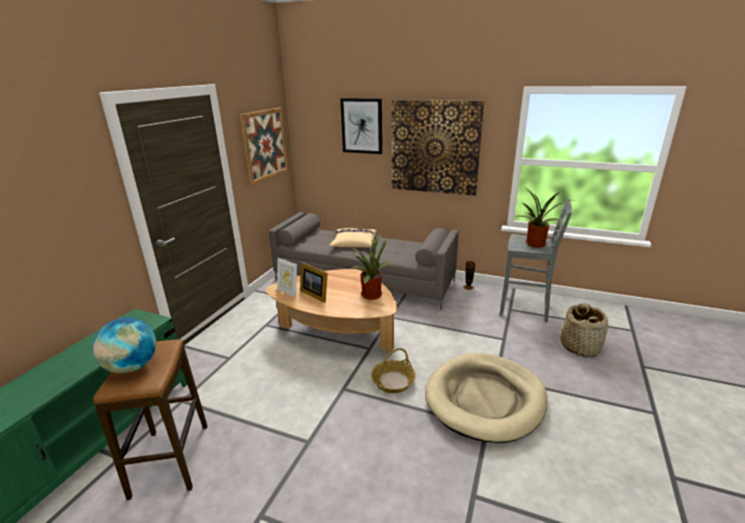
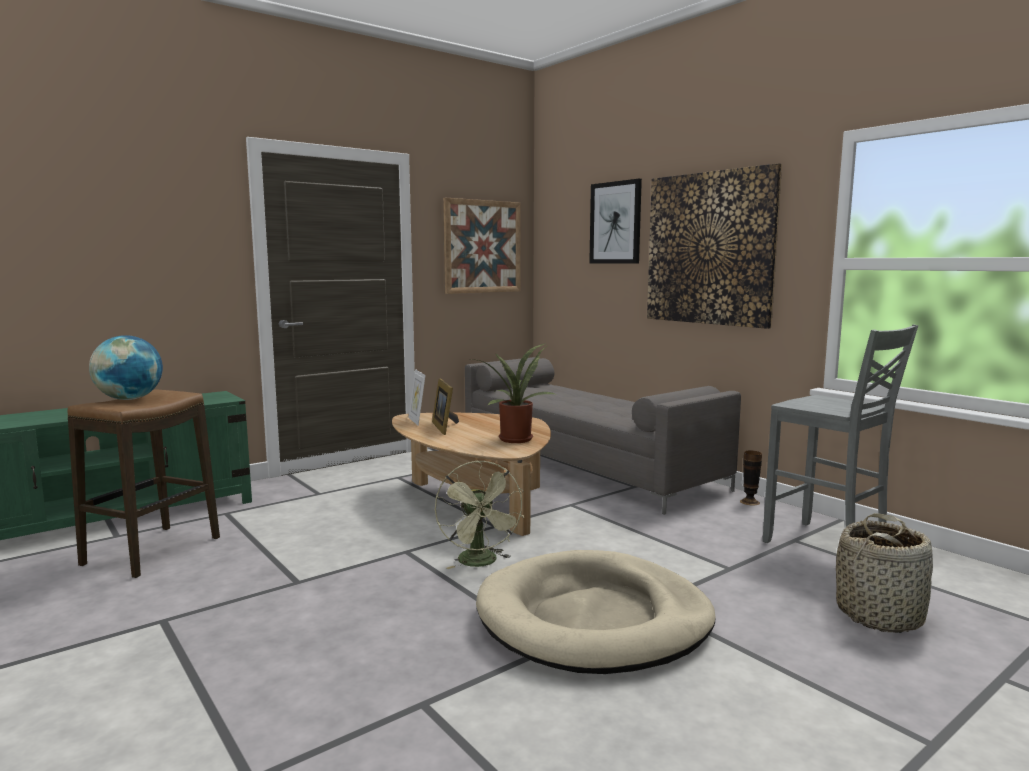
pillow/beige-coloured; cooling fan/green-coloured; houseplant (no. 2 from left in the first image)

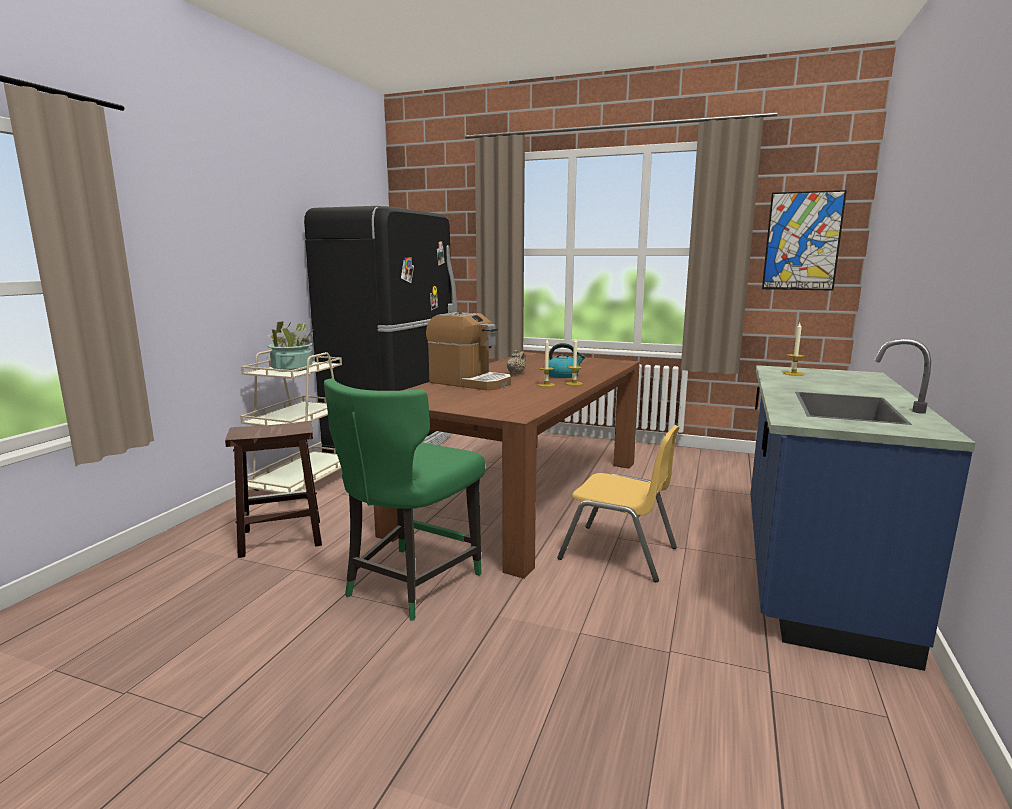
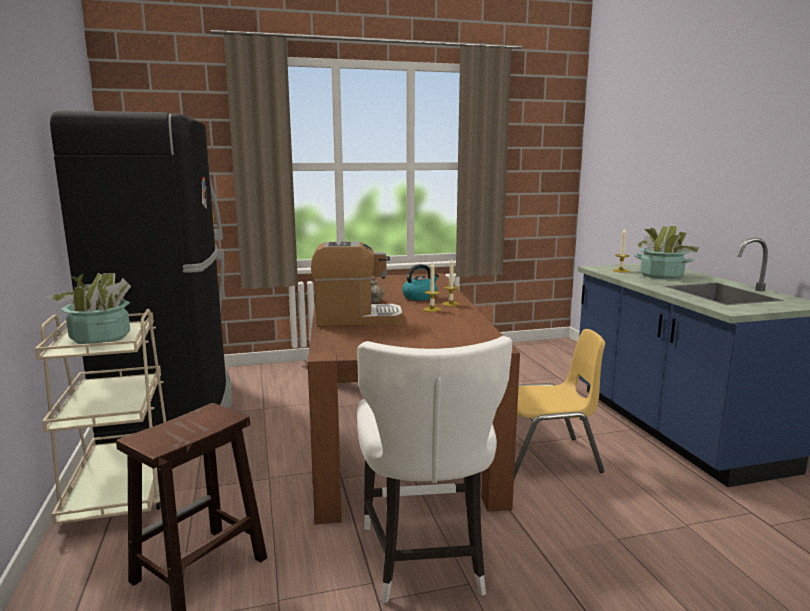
chair/white; wall picture; houseplant (no. 2 from left)

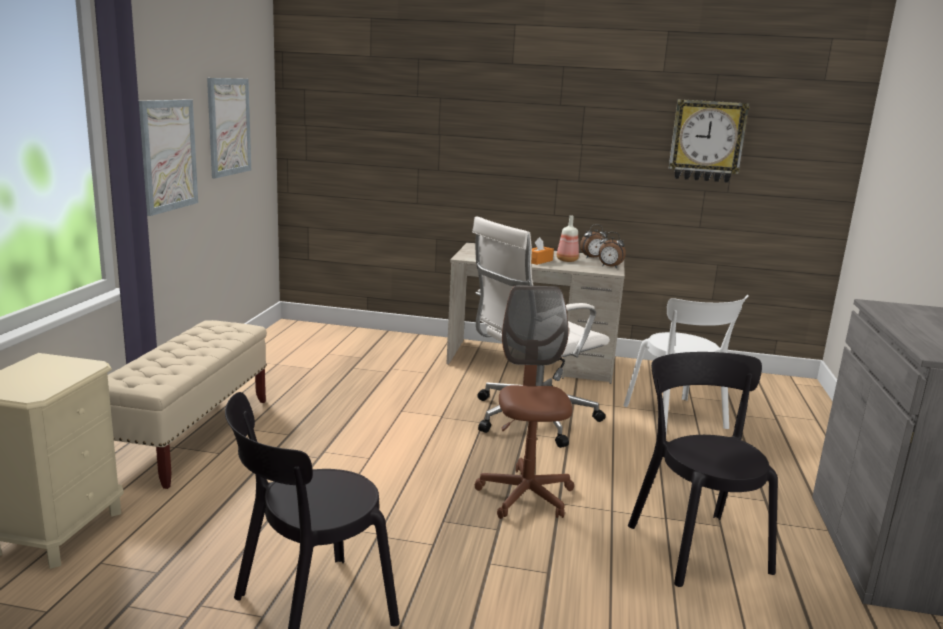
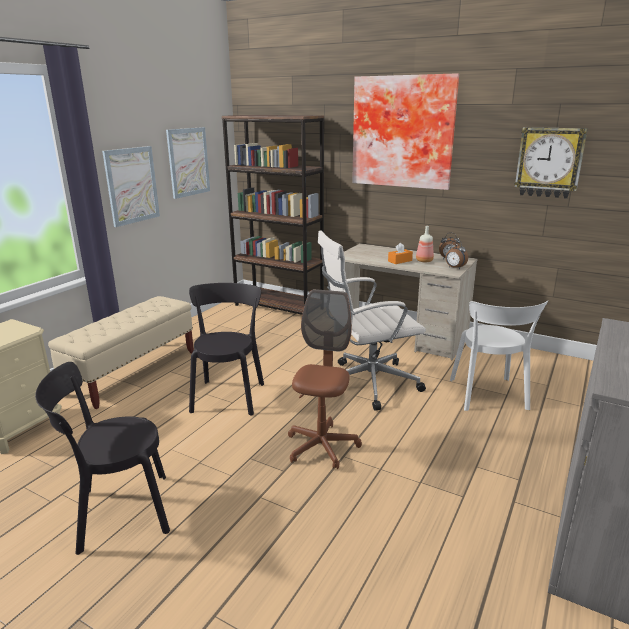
chair/blackish (no. 2 from left); shelving unit/brown-coloured; wall picture (no. 3 from left)

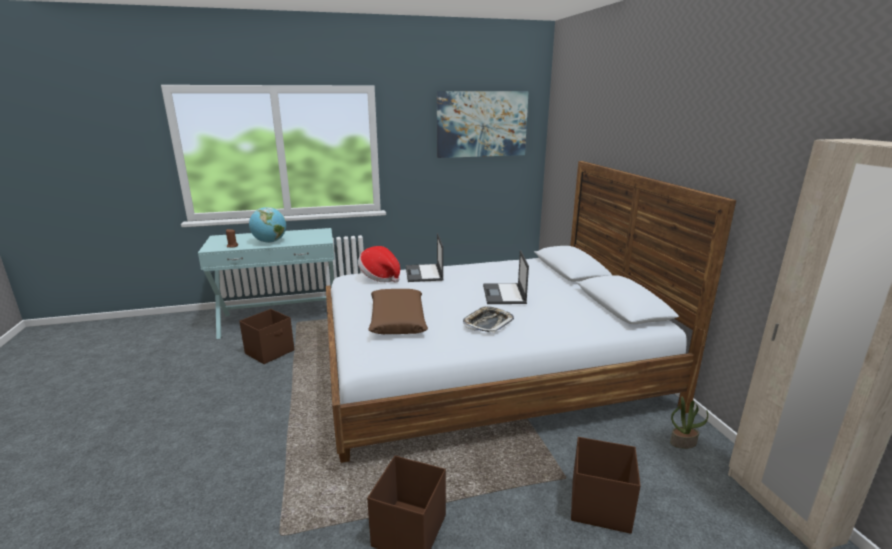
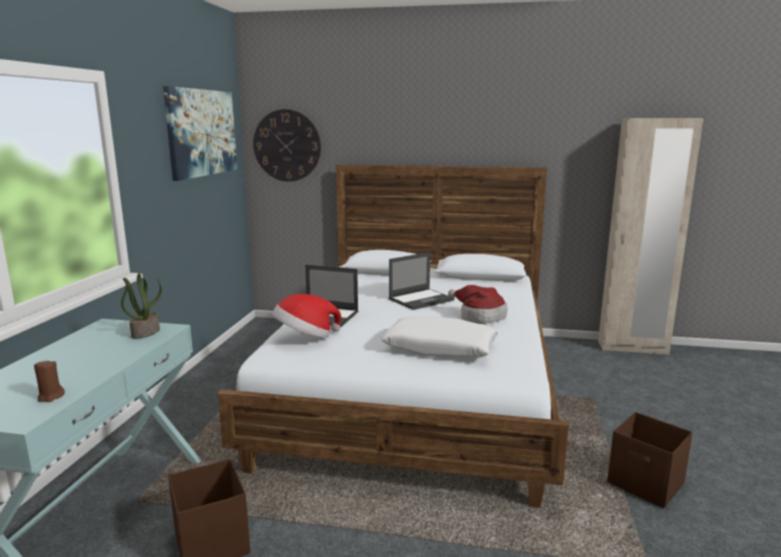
globe; pillow/white; hat (no. 2 from left); notebook computer (no. 2 from left); storage bin/brown-coloured (no. 3 from left in the first image); houseplant; hanging clock

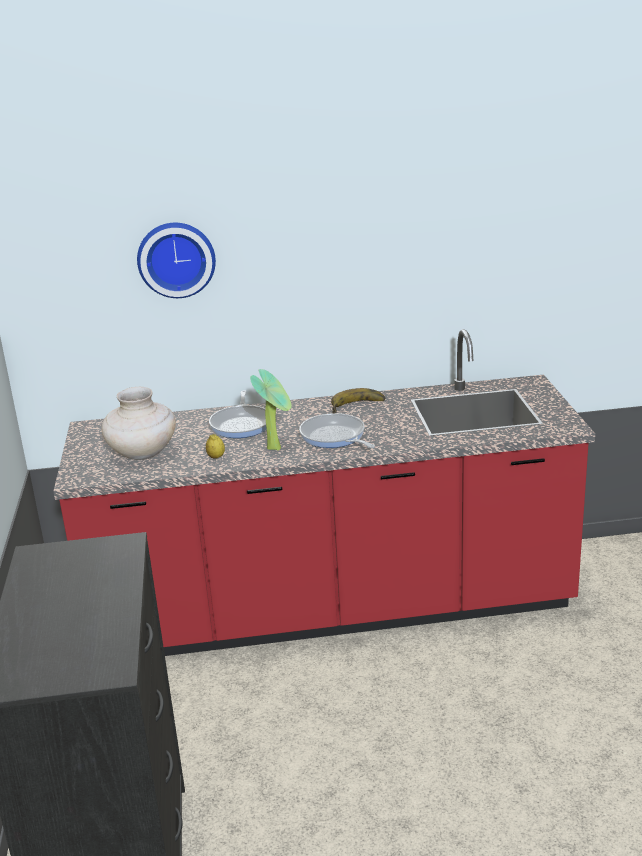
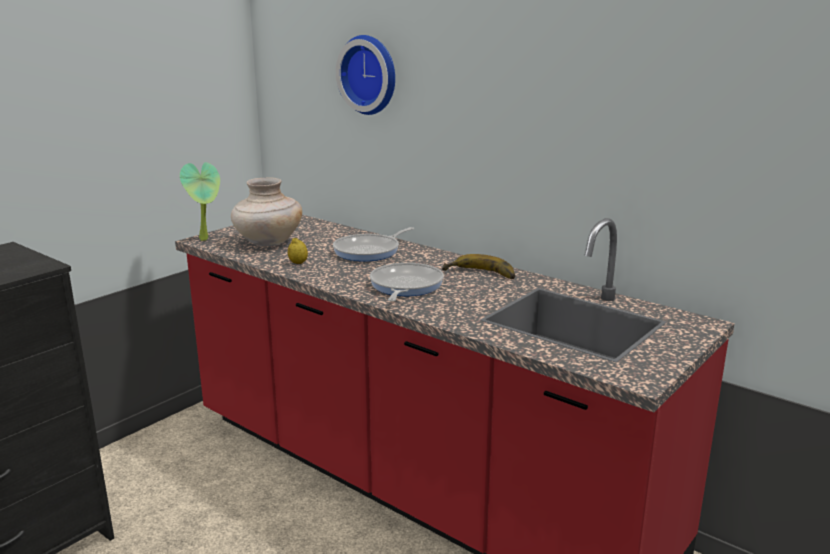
houseplant

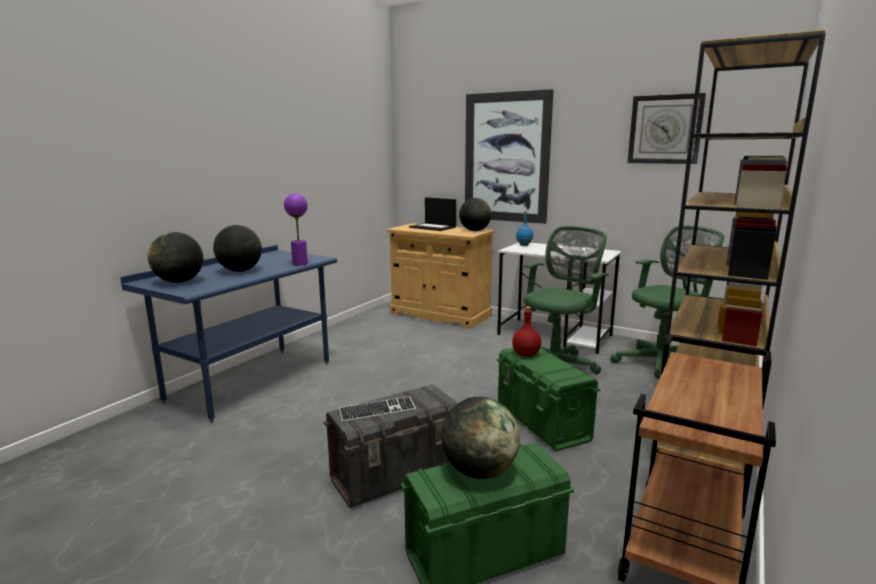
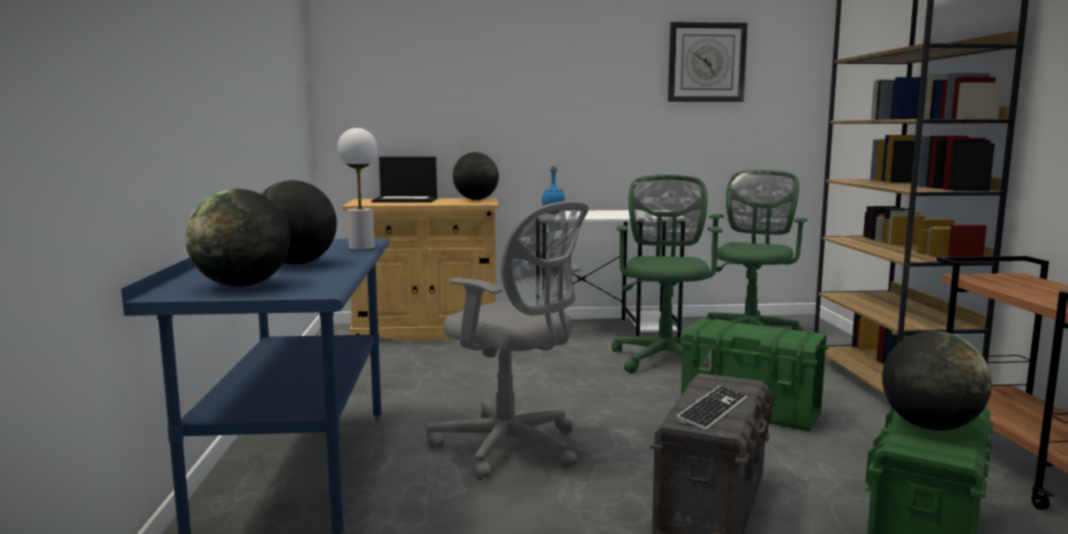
table lamp/white; wall picture; drink bottle/reddish; desk chair/greyish

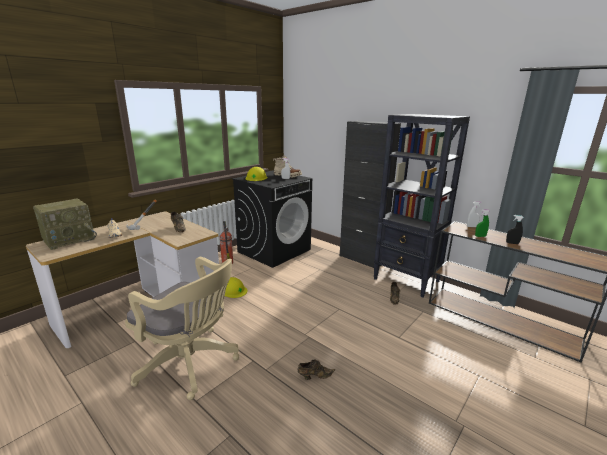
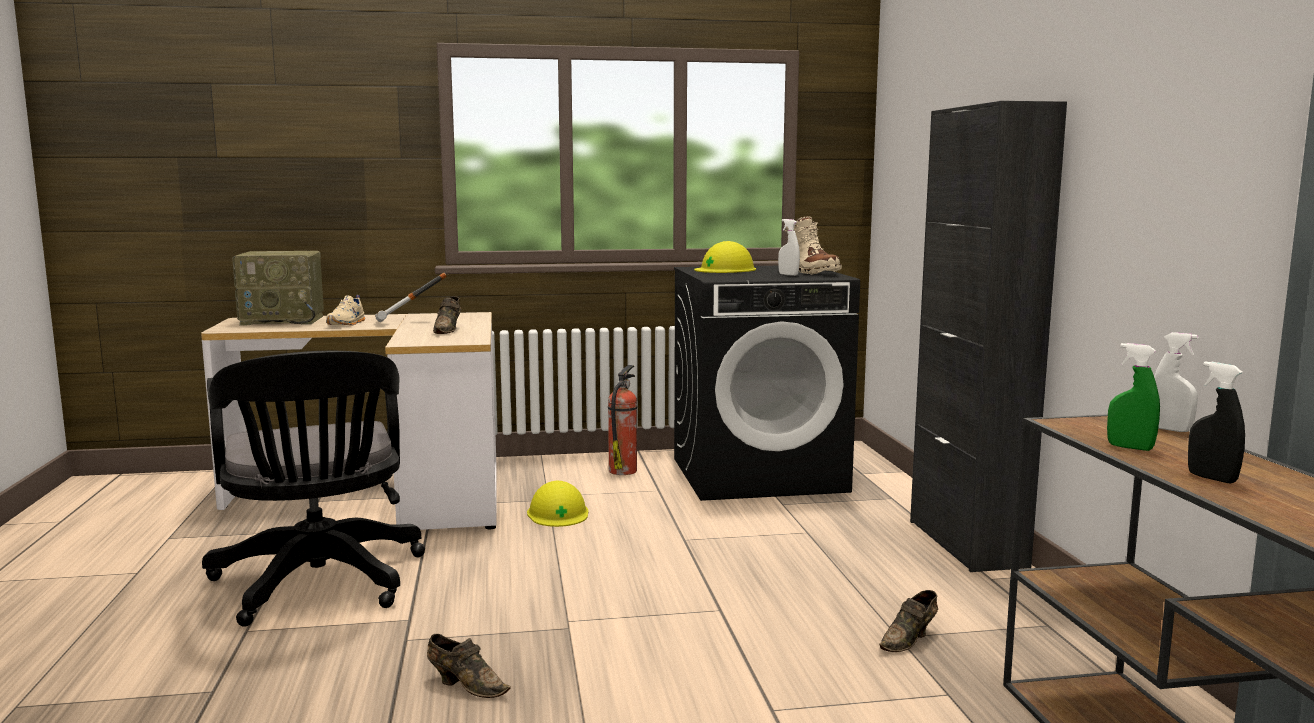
desk chair/blackish; shelving unit/blackish

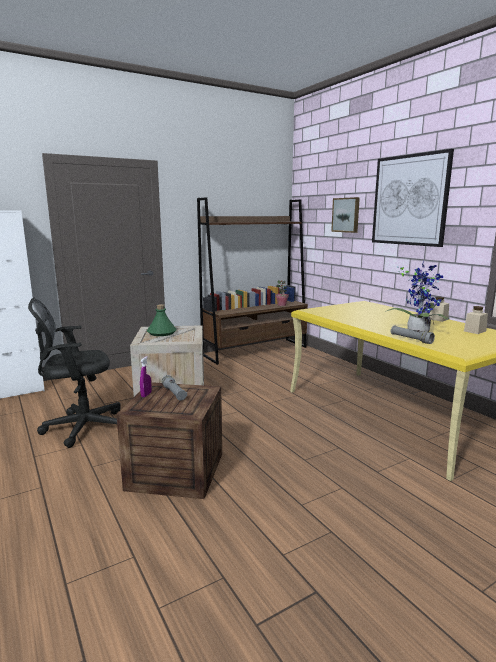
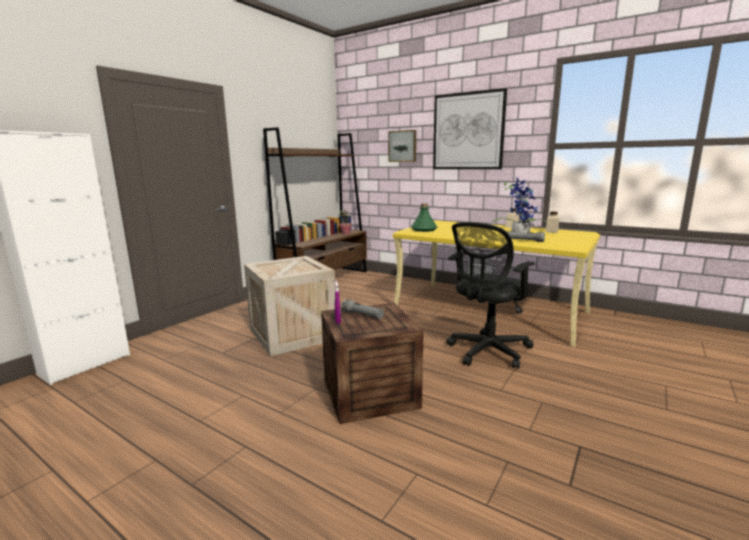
desk chair/blackish; drink bottle/green-coloured

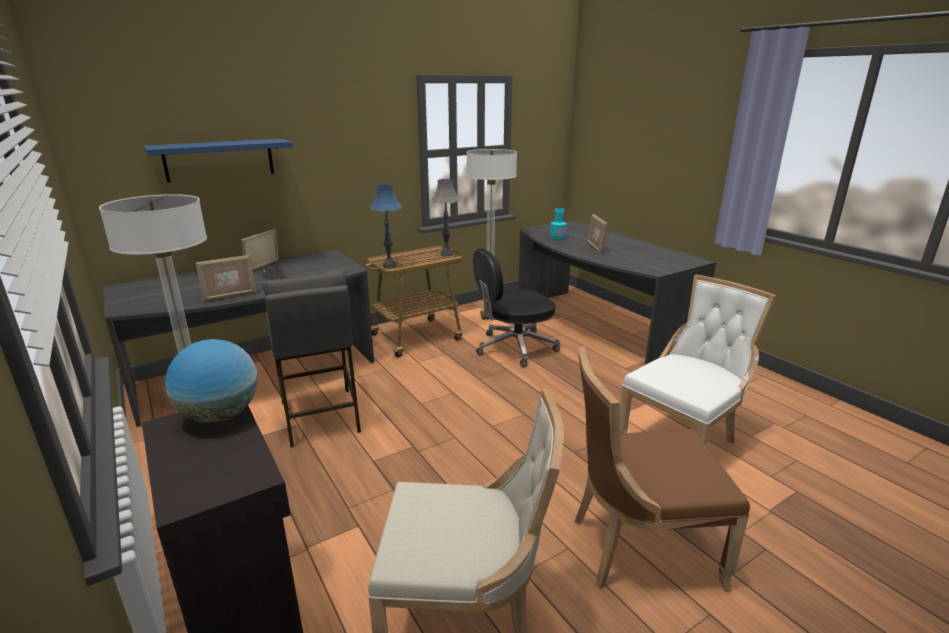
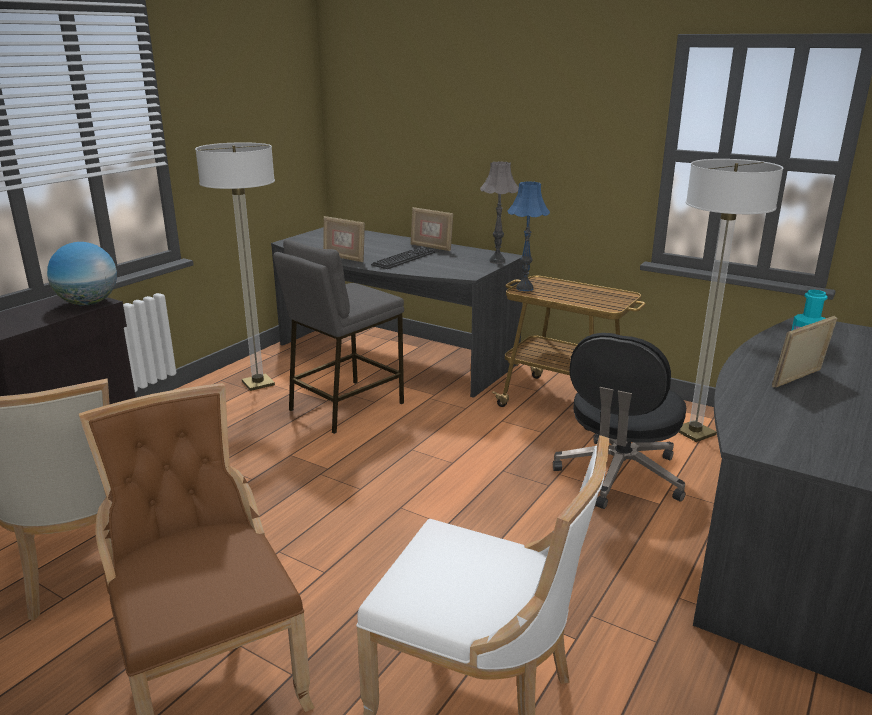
shelf/blue; photo frame (no. 2 from left); table lamp/greyish; desk chair/blackish

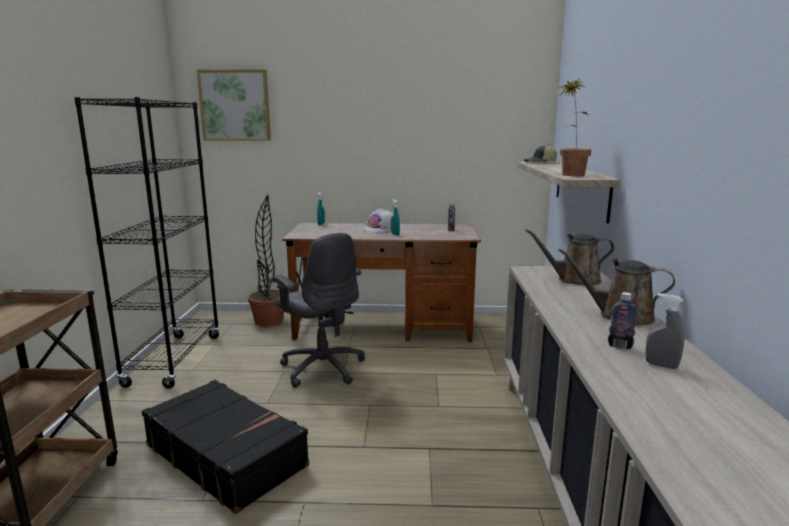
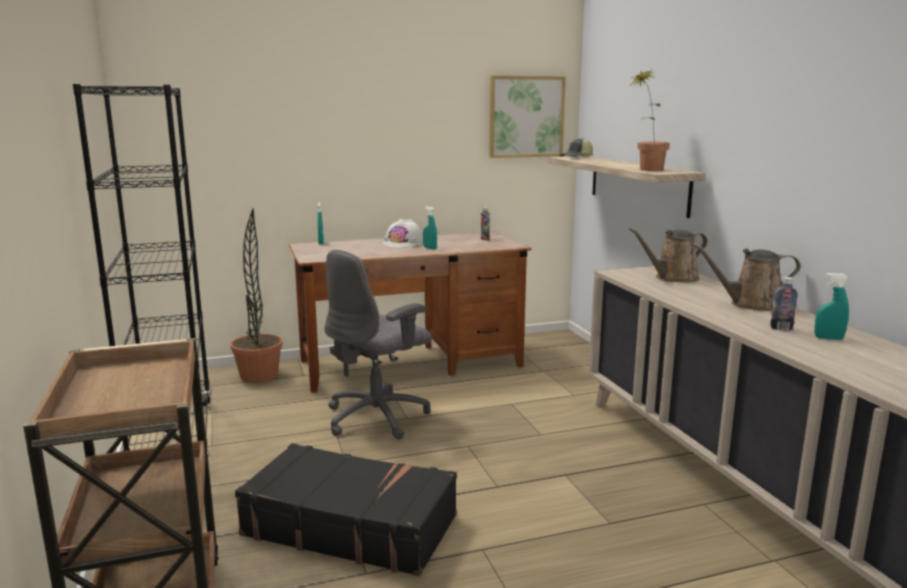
wall picture; desk chair/greyish; hand sprayer/turquoise-coloured (no. 3 from left)

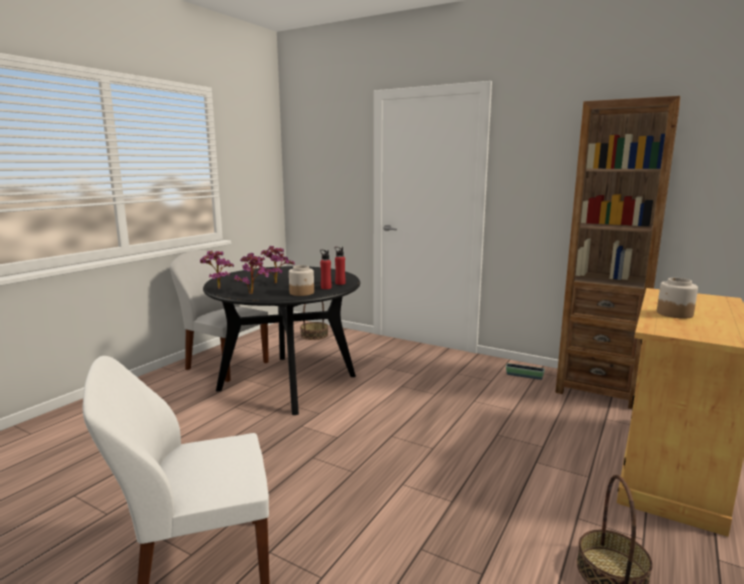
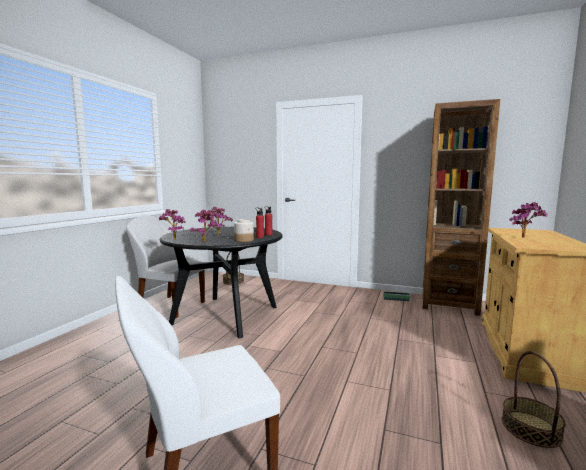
houseplant (no. 4 from left)

